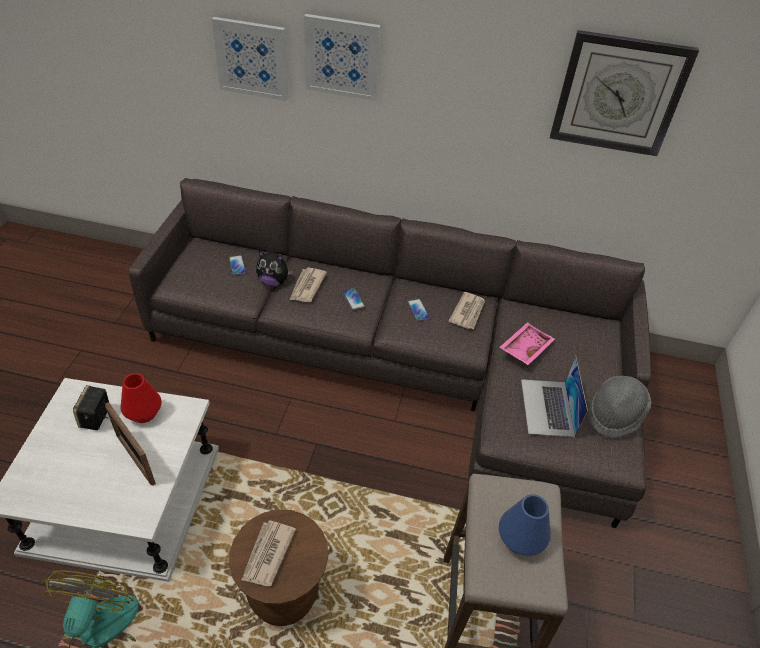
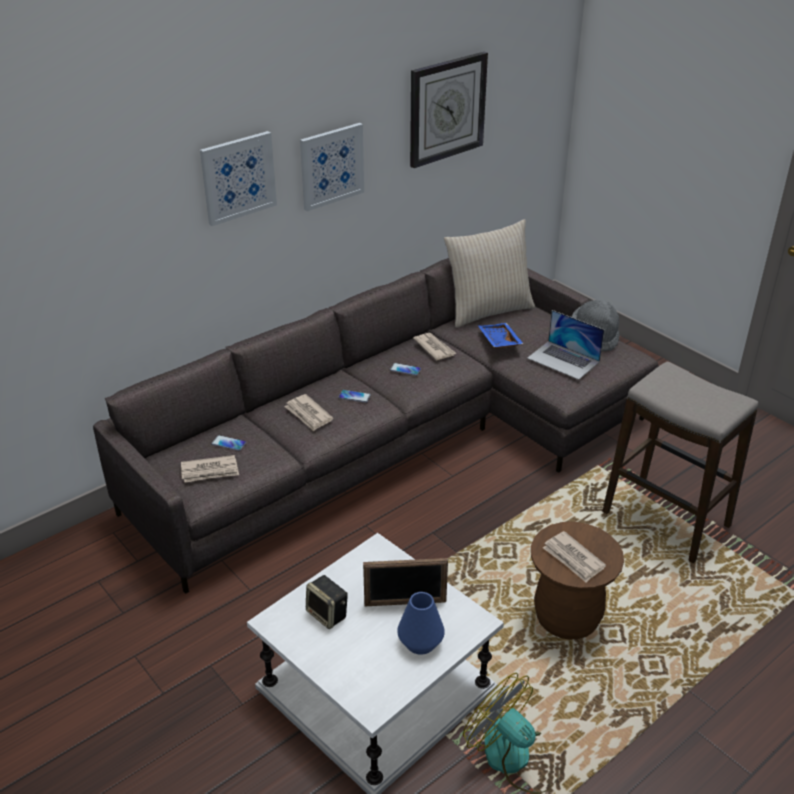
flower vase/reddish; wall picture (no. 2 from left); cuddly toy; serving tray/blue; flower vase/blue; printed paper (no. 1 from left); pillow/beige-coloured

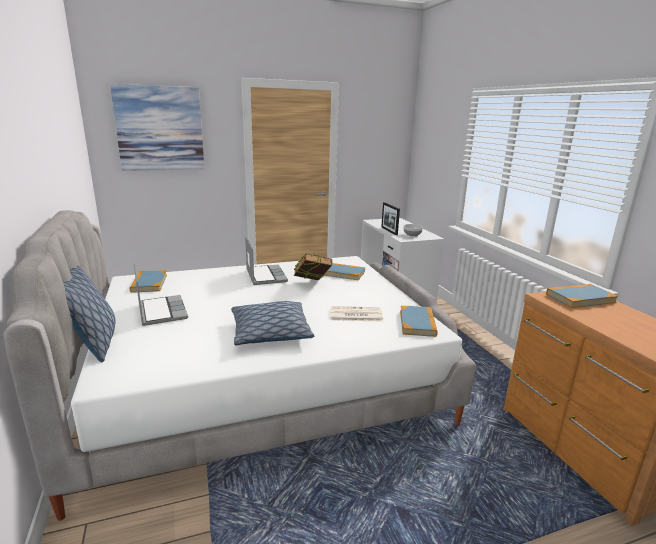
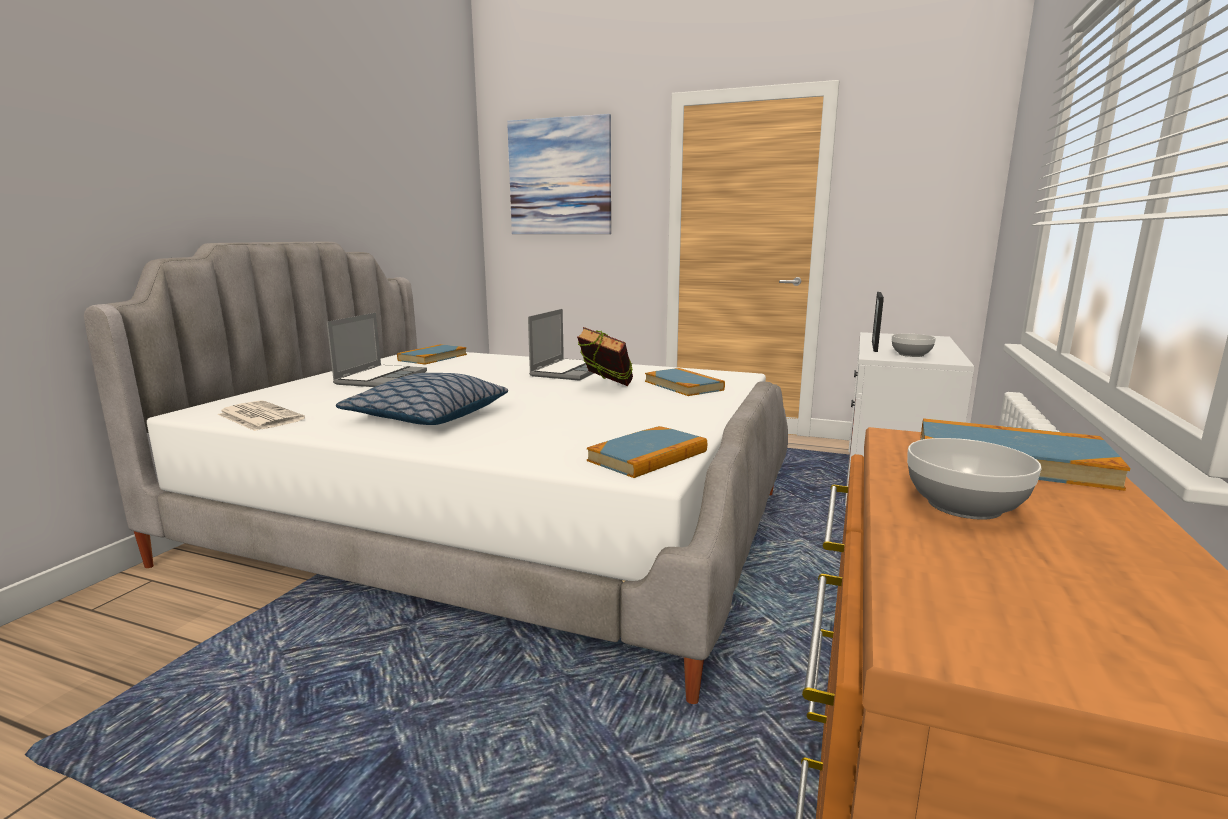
pillow (no. 1 from left in the first image); printed paper; bowl (no. 2 from left)

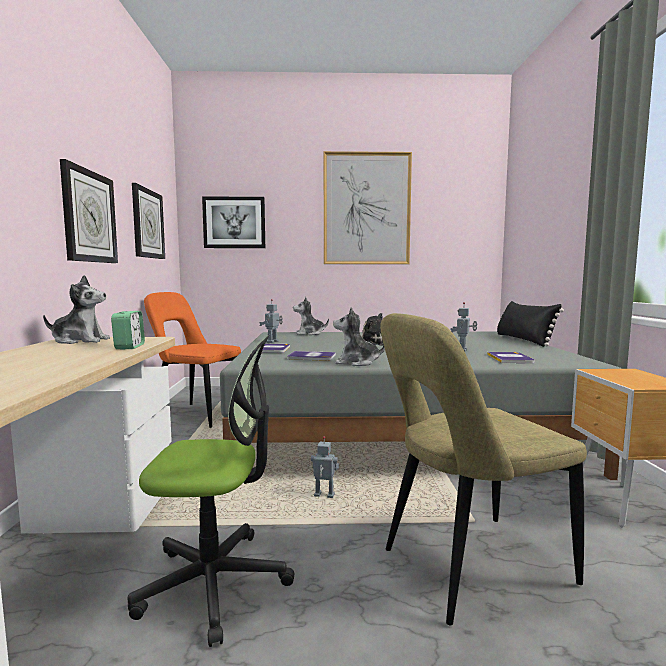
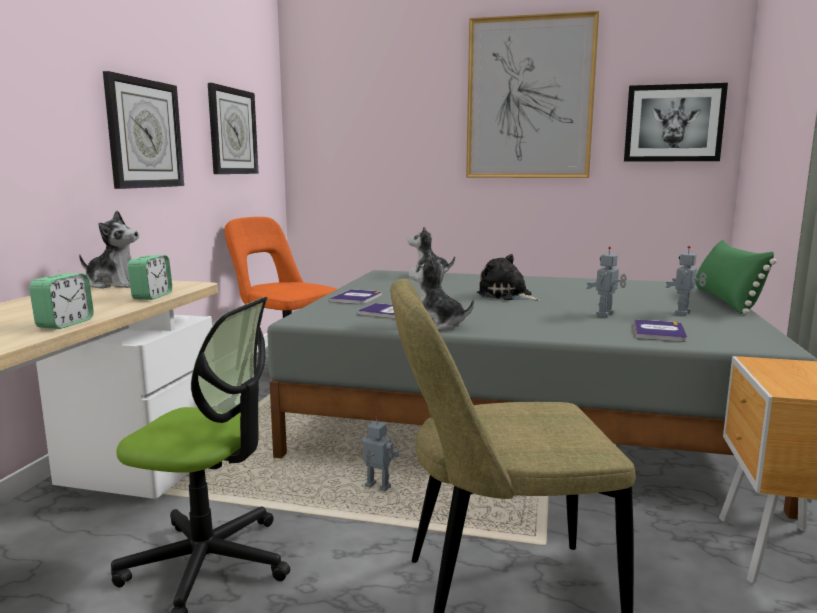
wall picture (no. 2 from left); toy robot (no. 3 from left); pillow/green-coloured; table clock (no. 1 from left)

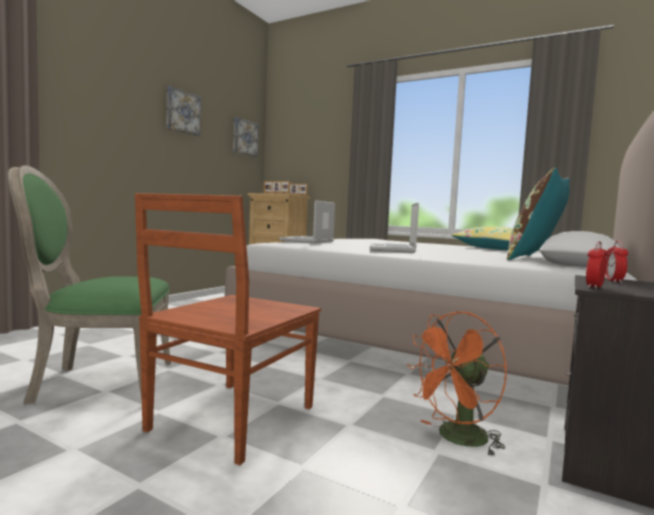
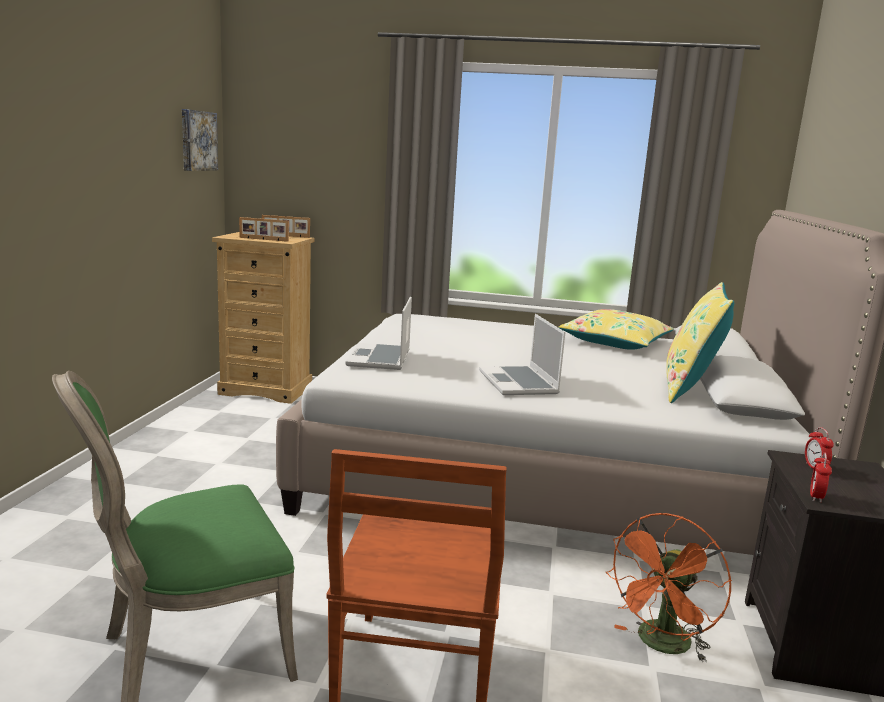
wall picture (no. 1 from left in the first image); pillow/yellow (no. 2 from left)

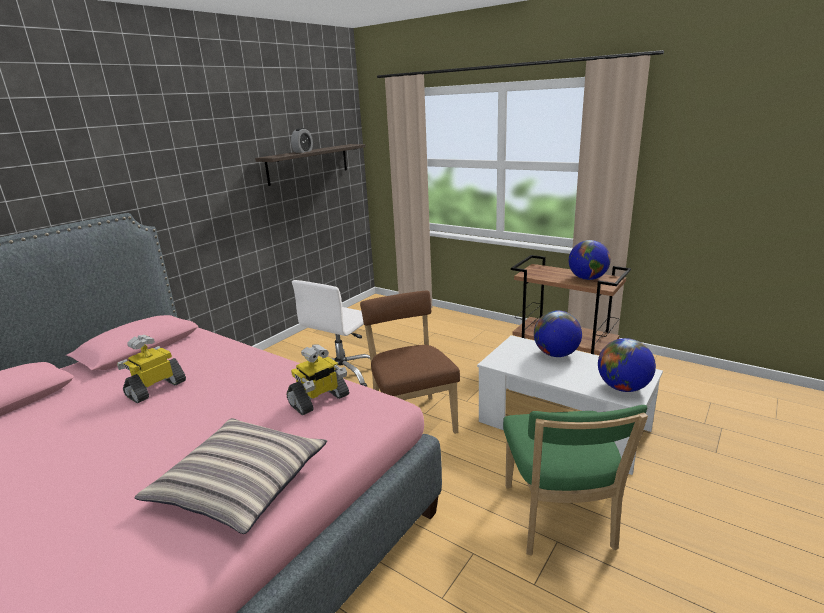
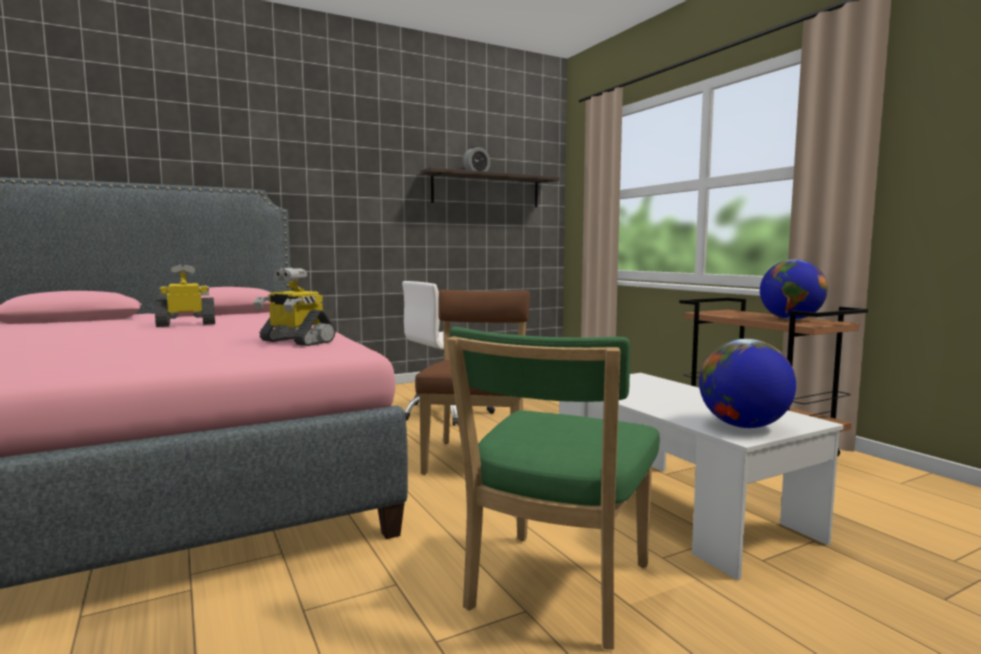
pillow; toy robot (no. 2 from left); globe (no. 1 from left in the first image)

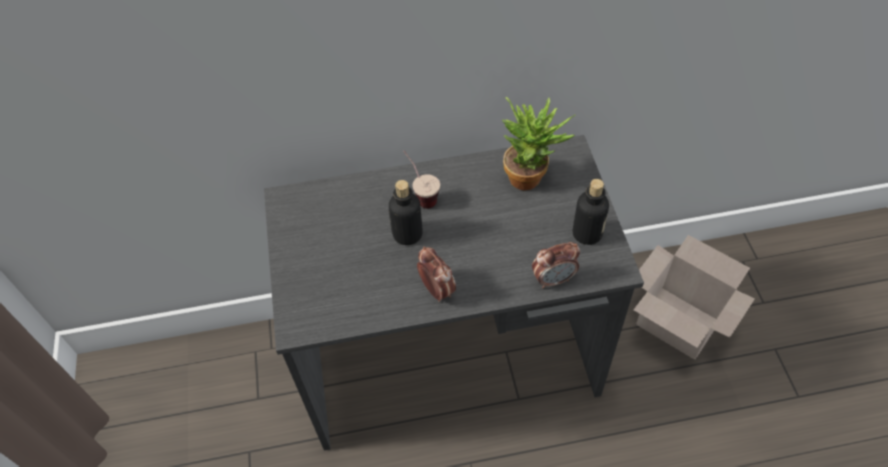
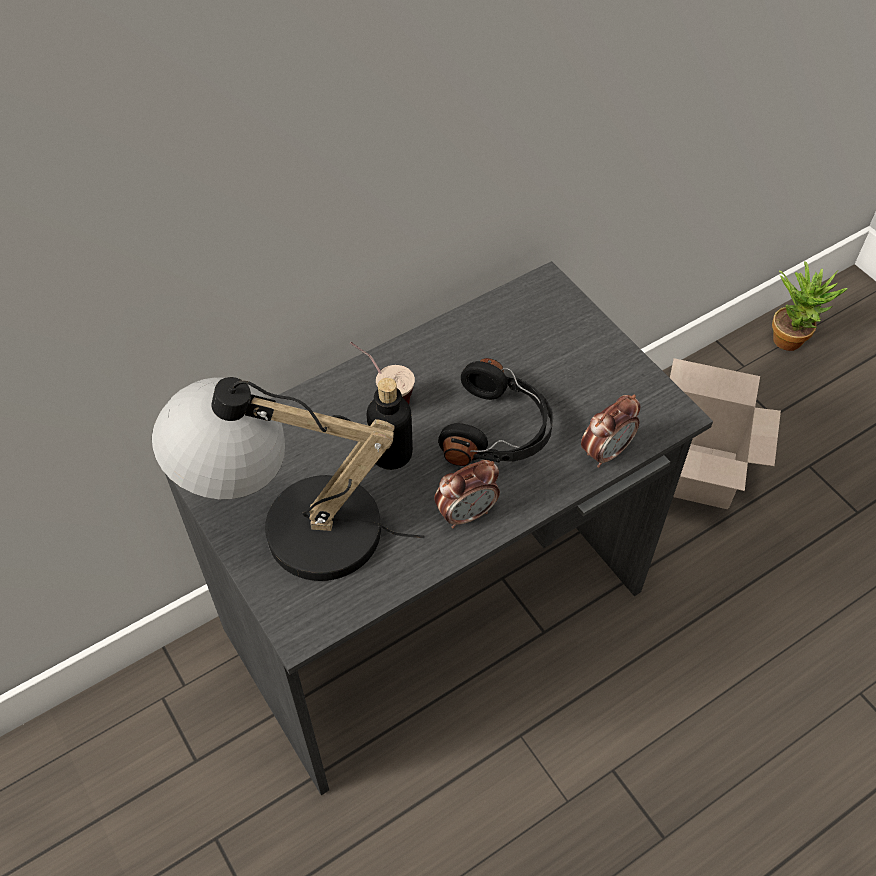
table clock (no. 1 from left); houseplant; drink bottle (no. 2 from left in the first image); table lamp; headset/blackish

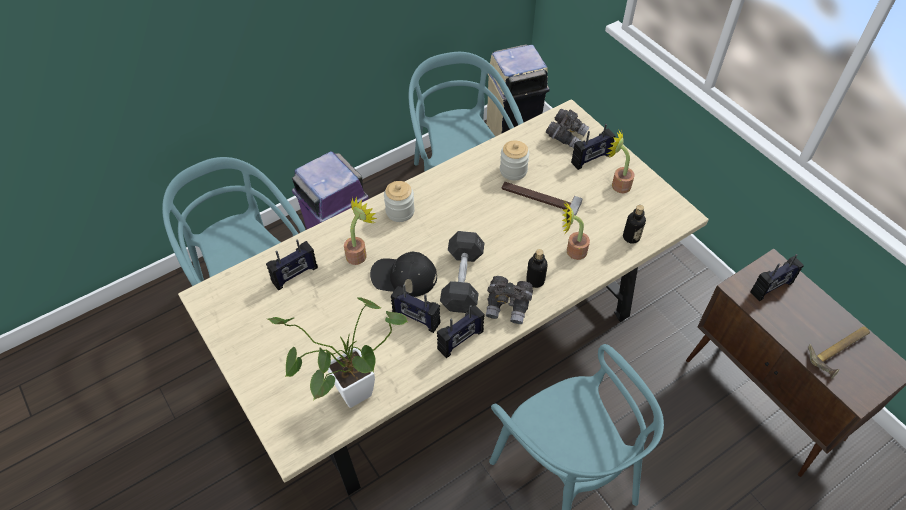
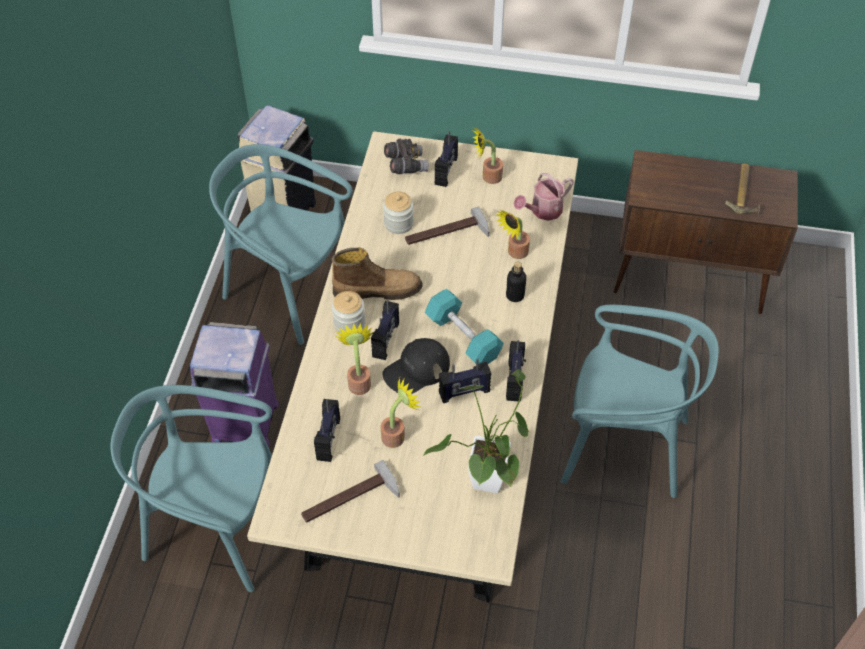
free weight/turquoise-coloured; field glasses/greyish (no. 1 from left in the first image); sprinkling can; radio (no. 2 from left); tool hammer (no. 1 from left); boot; houseplant (no. 2 from left)

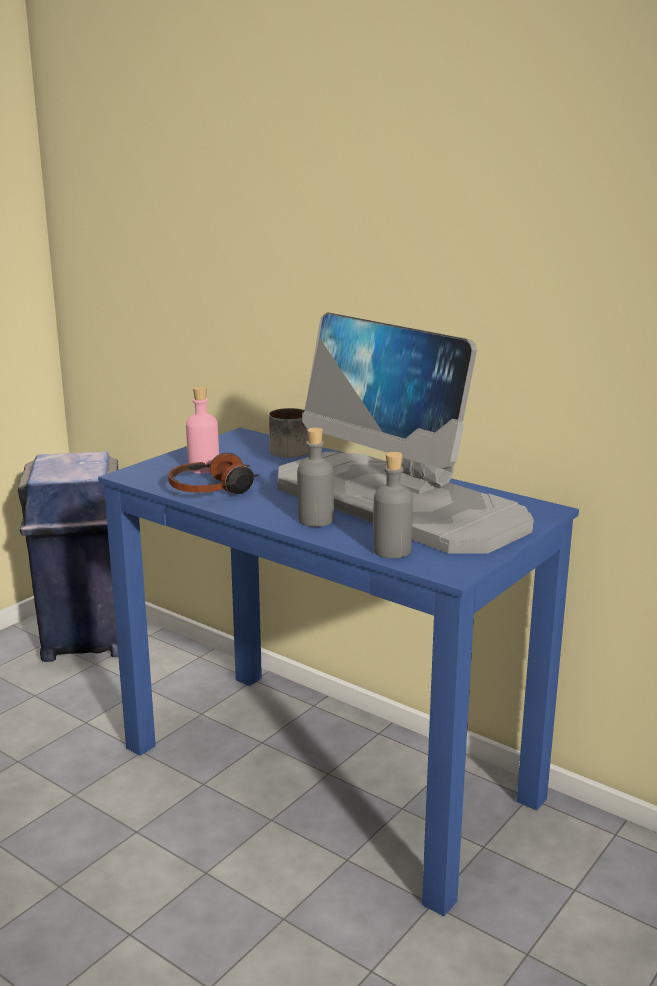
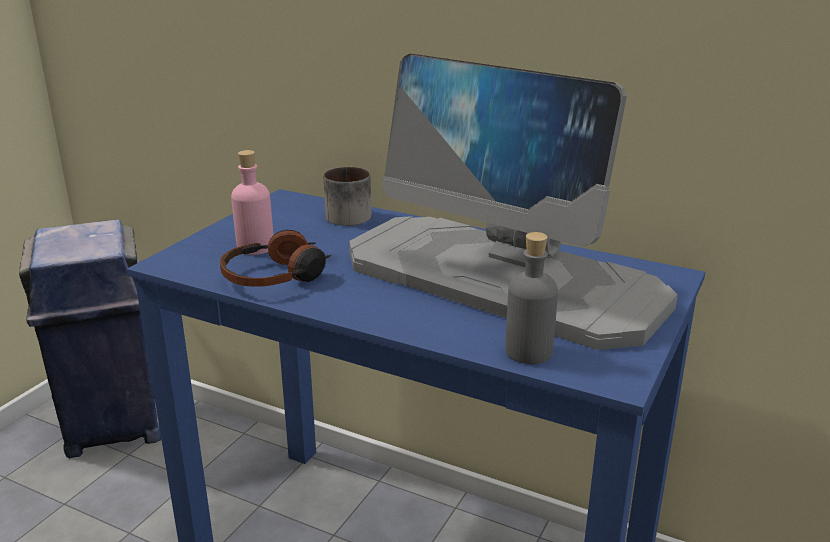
drink bottle/greyish (no. 1 from left in the first image)

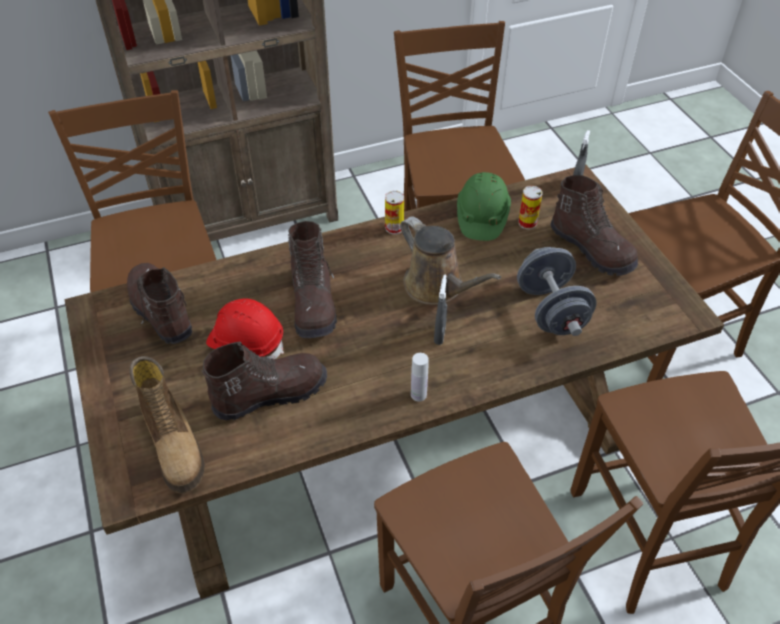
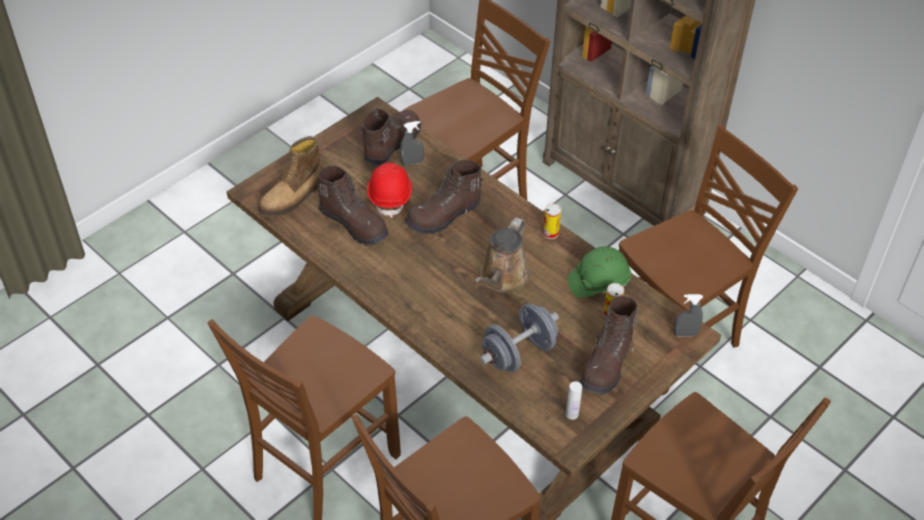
drink bottle/white; hand sprayer/greyish (no. 1 from left)

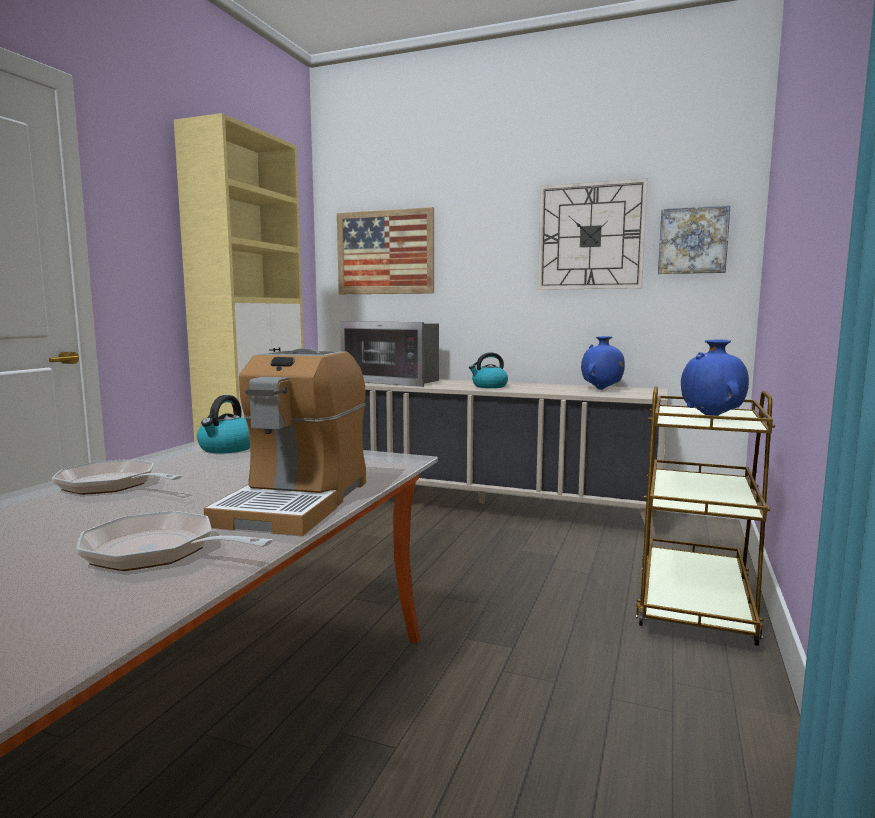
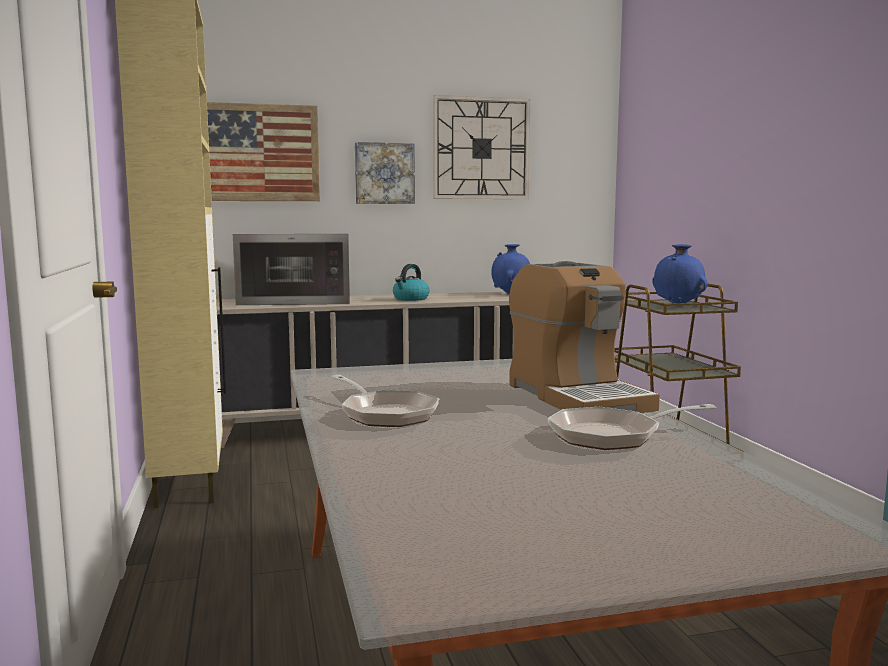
skillet (no. 1 from left); kettle (no. 1 from left in the first image); wall picture (no. 2 from left)

